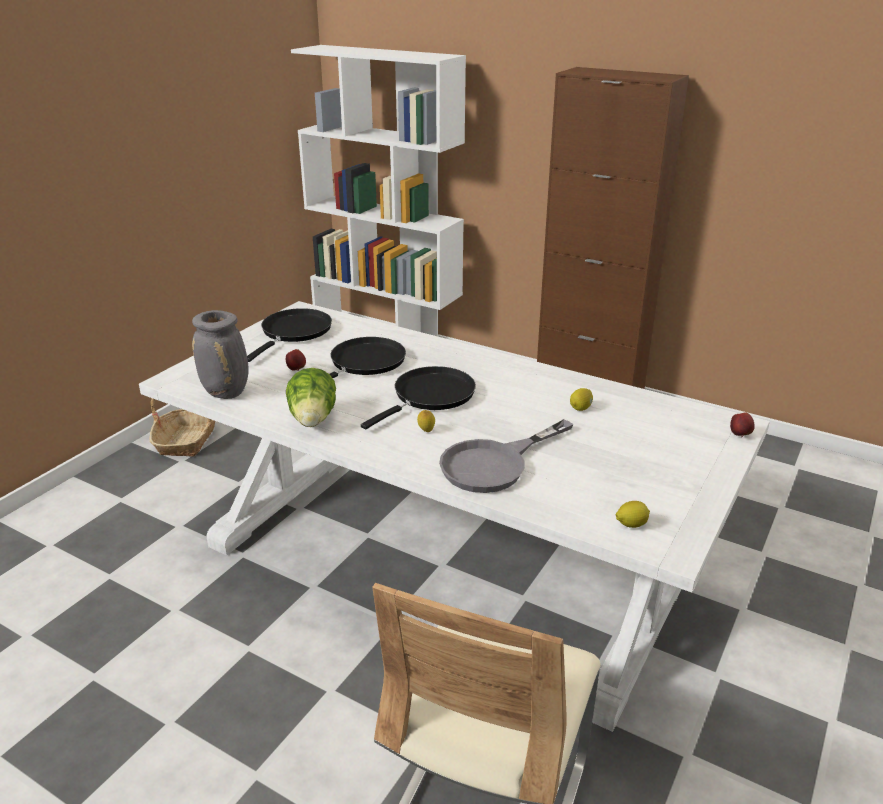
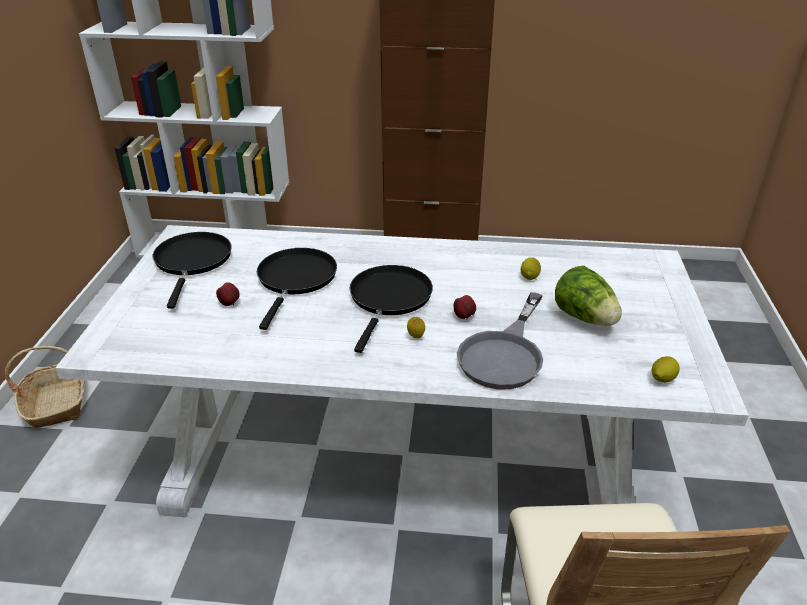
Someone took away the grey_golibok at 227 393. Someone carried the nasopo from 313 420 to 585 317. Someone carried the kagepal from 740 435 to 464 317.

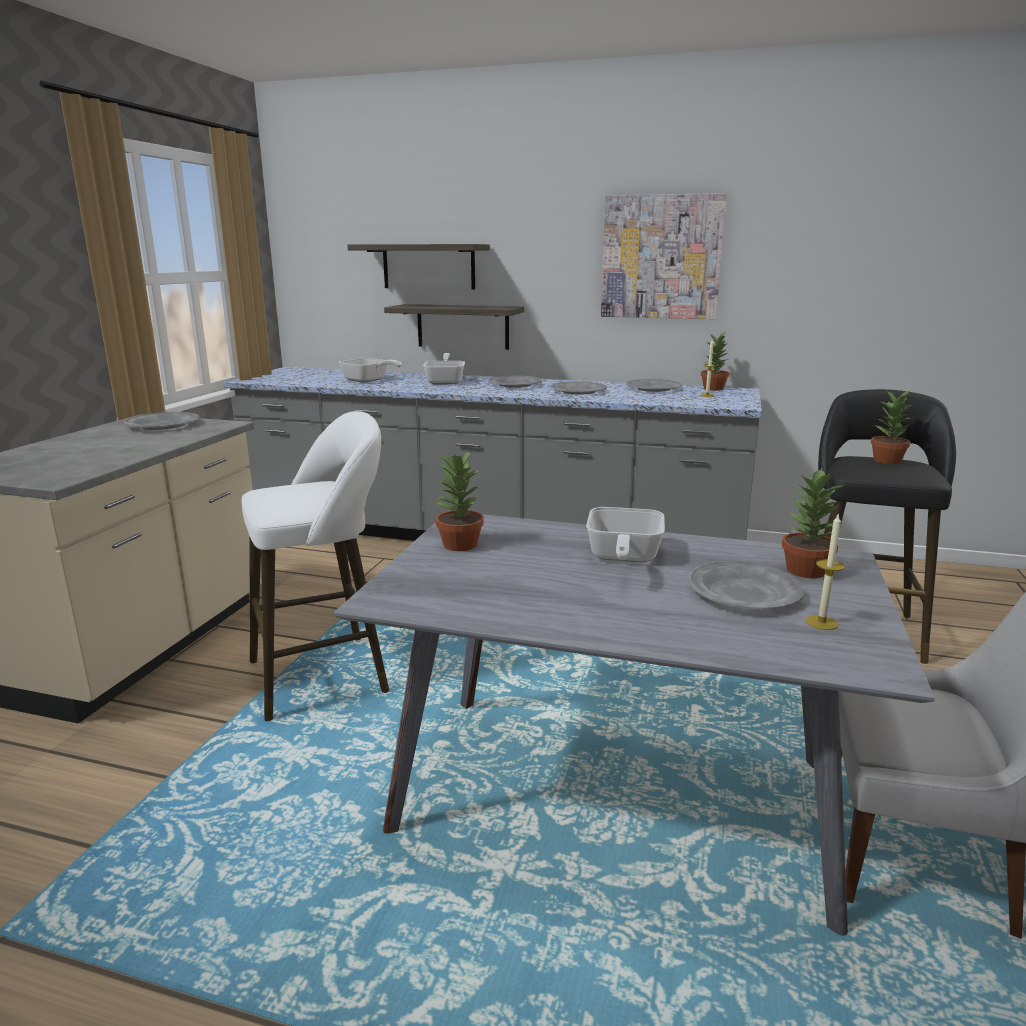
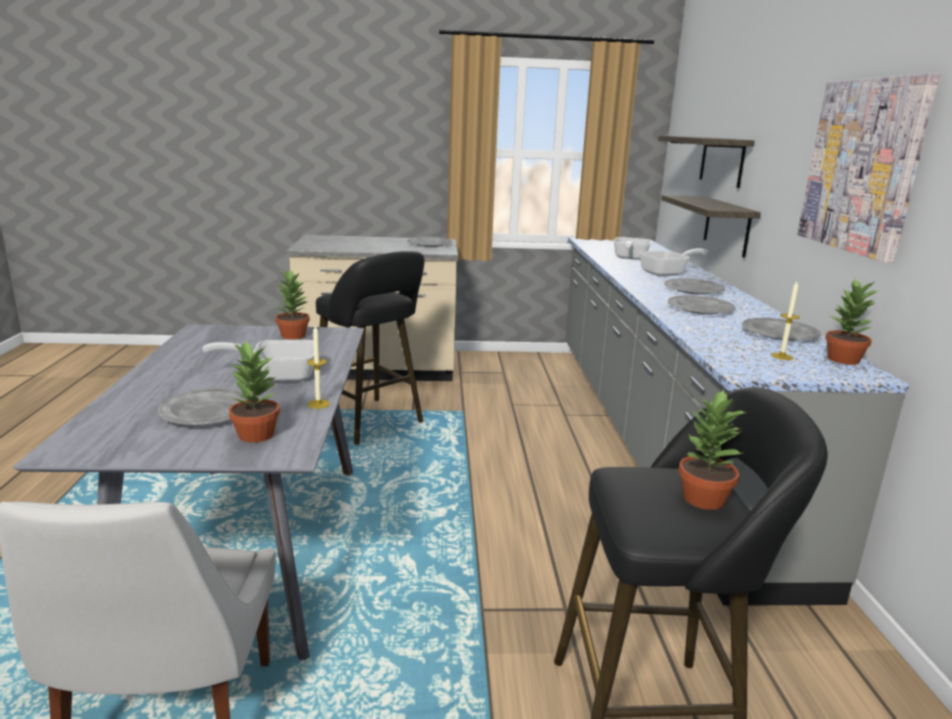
Someone repainted the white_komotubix at 327 674, which became the black_komotubix at 371 423. Someone carried the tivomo from 821 622 to 318 404.

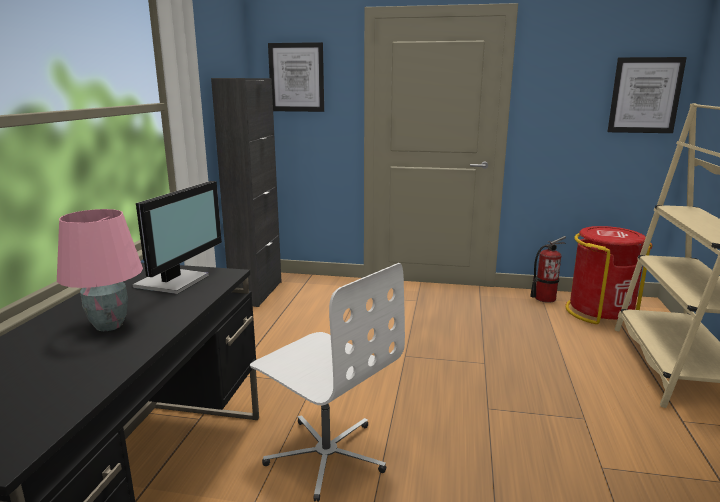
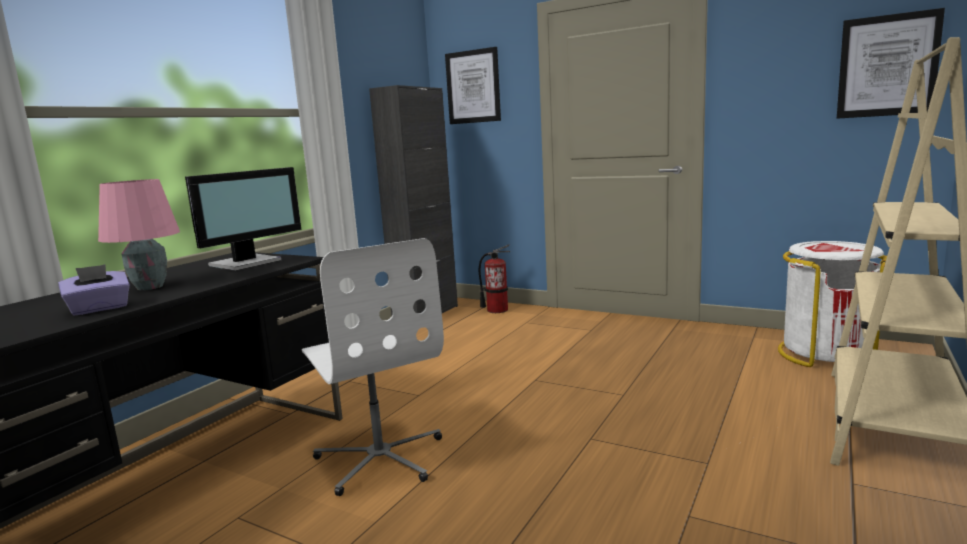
Someone carried the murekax from 544 298 to 497 310. Someone repainted the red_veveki at 599 311, which became the white_veveki at 826 354. Someone put down the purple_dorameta at 99 309.

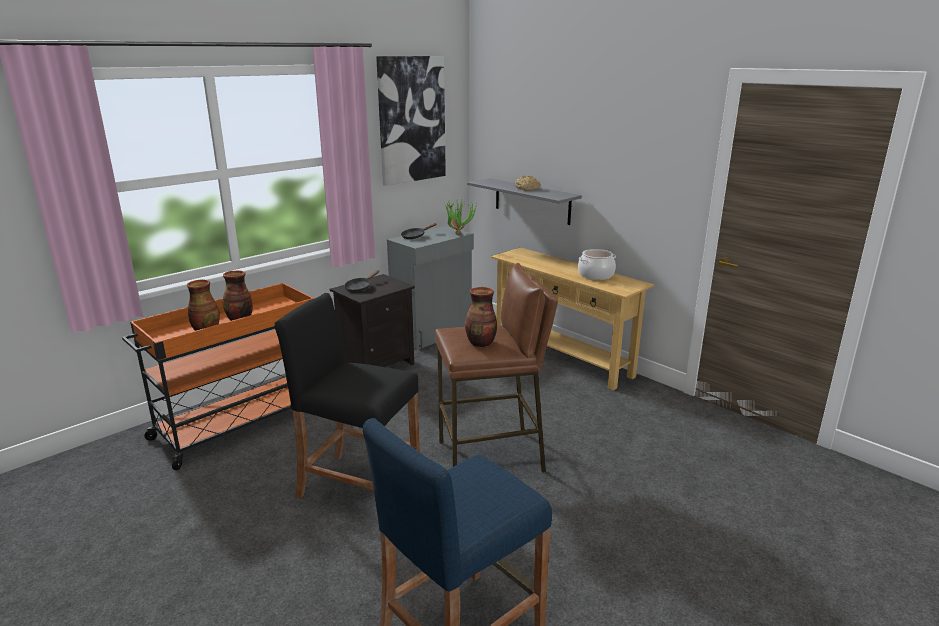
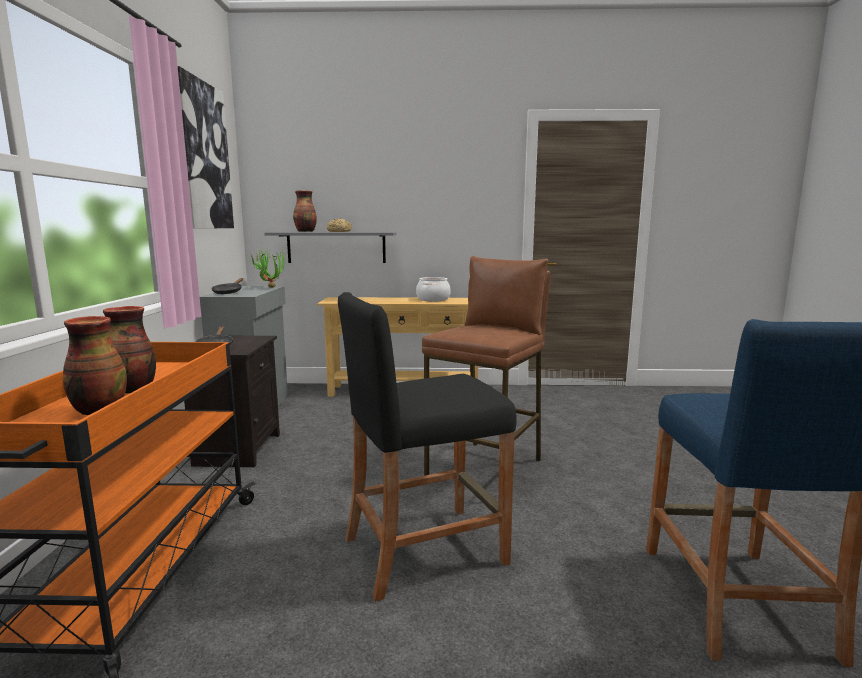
Someone carried the golibok from 481 343 to 306 231.

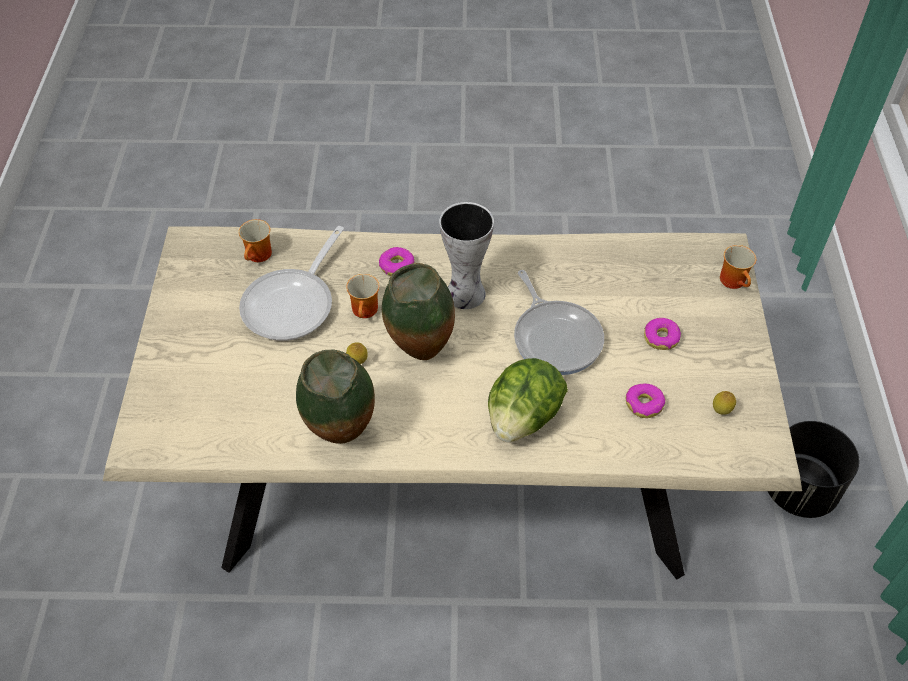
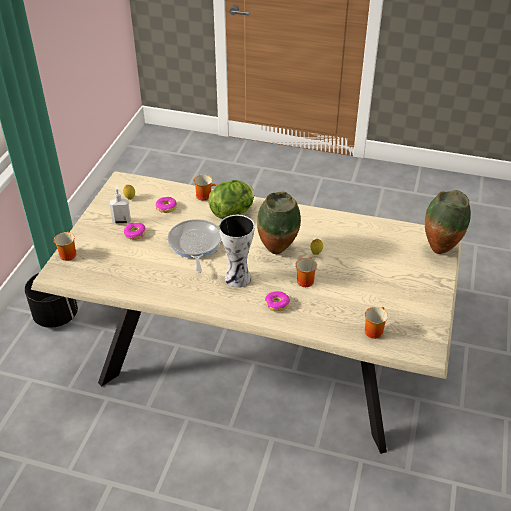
Someone took away the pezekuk at 293 304. Someone carried the golibok from 343 437 to 439 249. Someone put down the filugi at 122 221. Someone put down the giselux at 206 195.

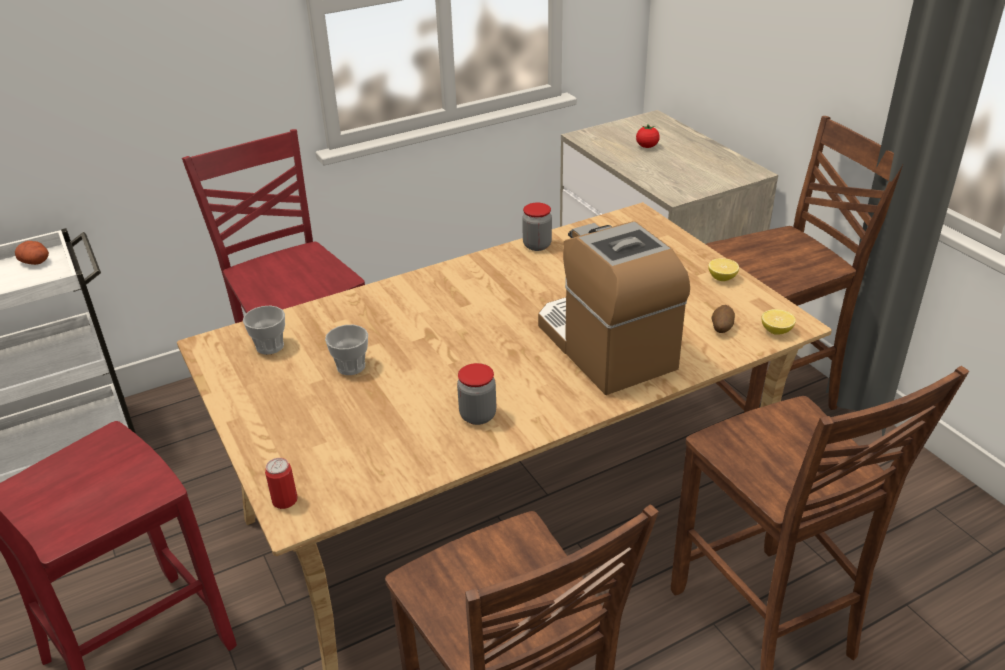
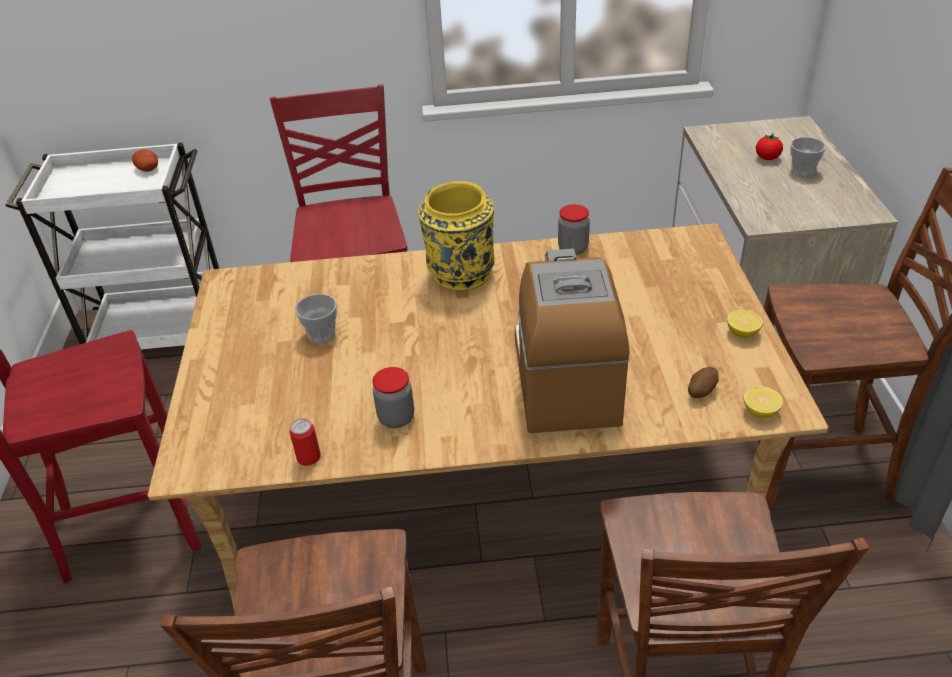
Someone carried the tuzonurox from 270 346 to 802 171. Someone carried the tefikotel from 285 500 to 308 457. Someone put down the yellow_golibok at 461 275.

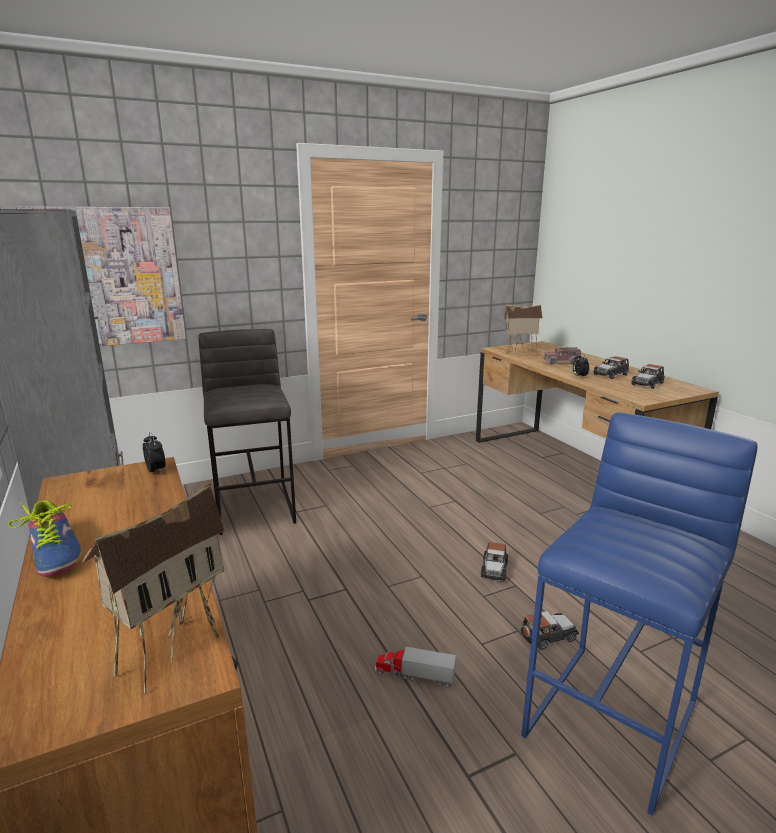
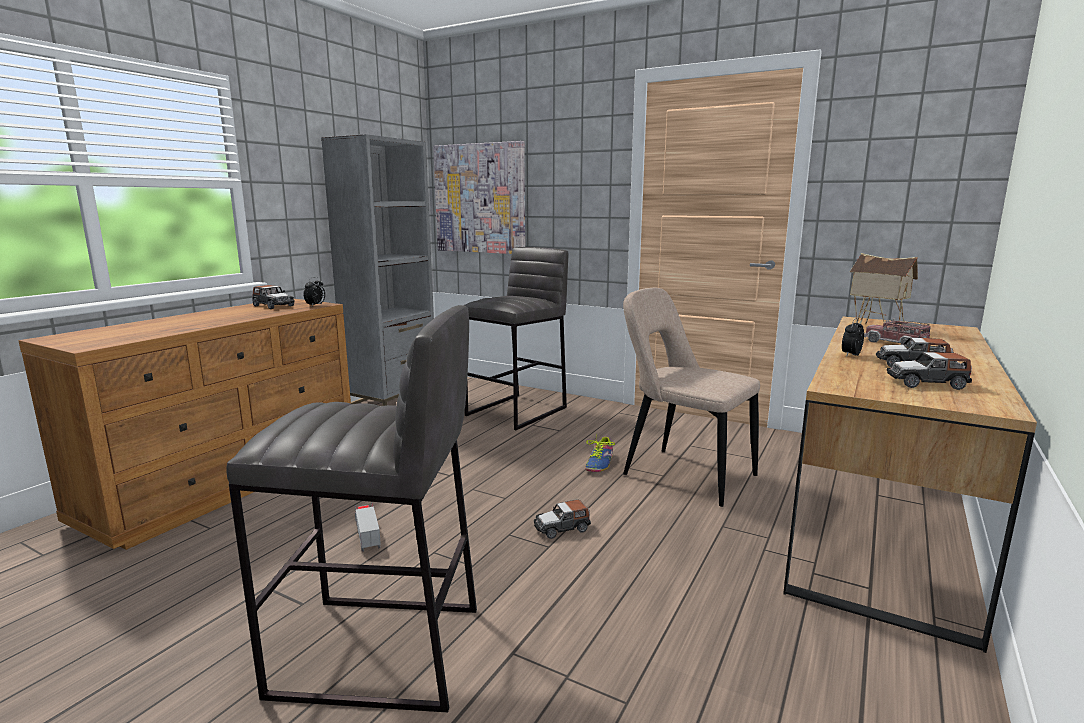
Someone carried the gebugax from 55 551 to 600 463. Someone took away the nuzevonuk at 171 646. Someone repainted the blue_komotubix at 613 719, which became the grey_komotubix at 380 652. Someone carried the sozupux from 548 636 to 273 306. Someone put down the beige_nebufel at 683 474.

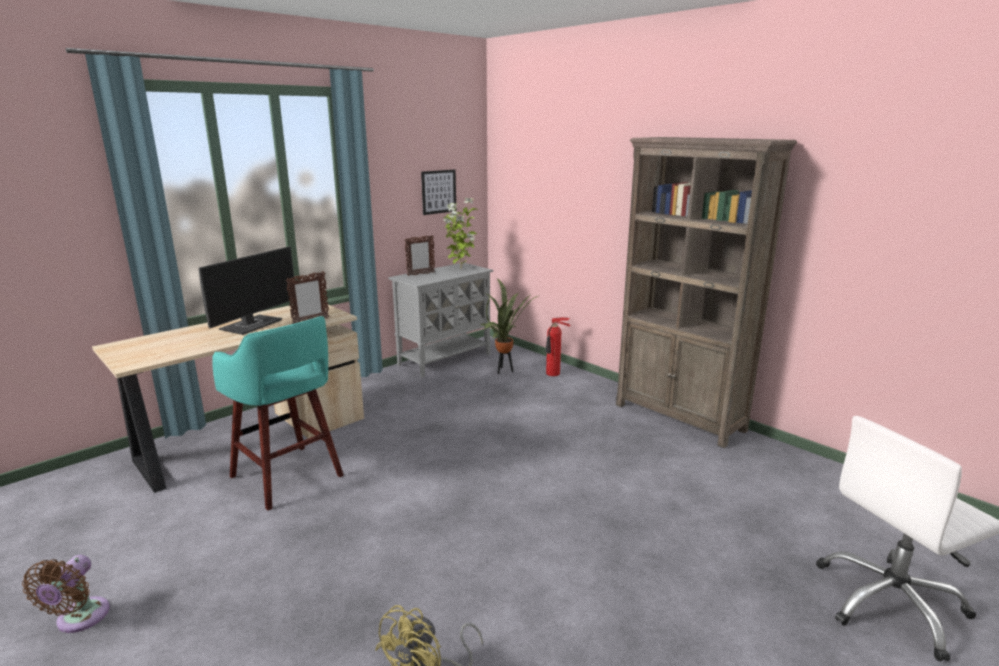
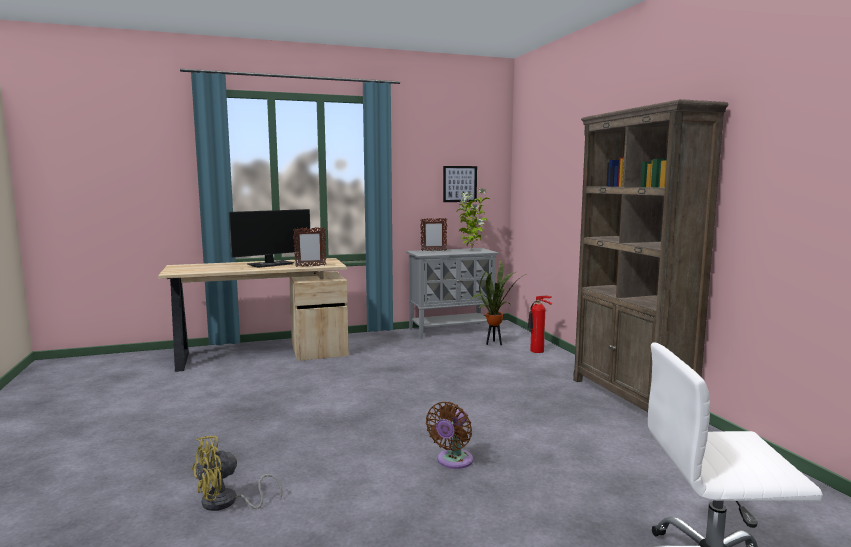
Someone carried the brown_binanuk from 79 619 to 453 461. Someone took away the turquoise_komotubix at 288 478.

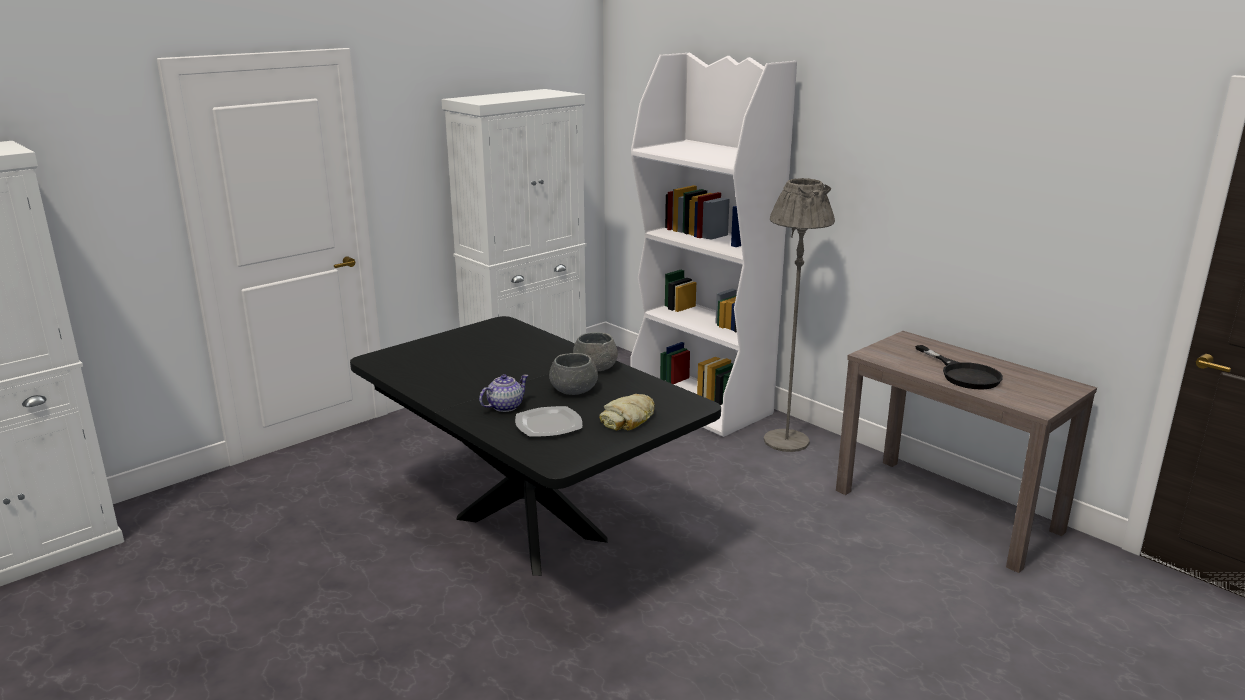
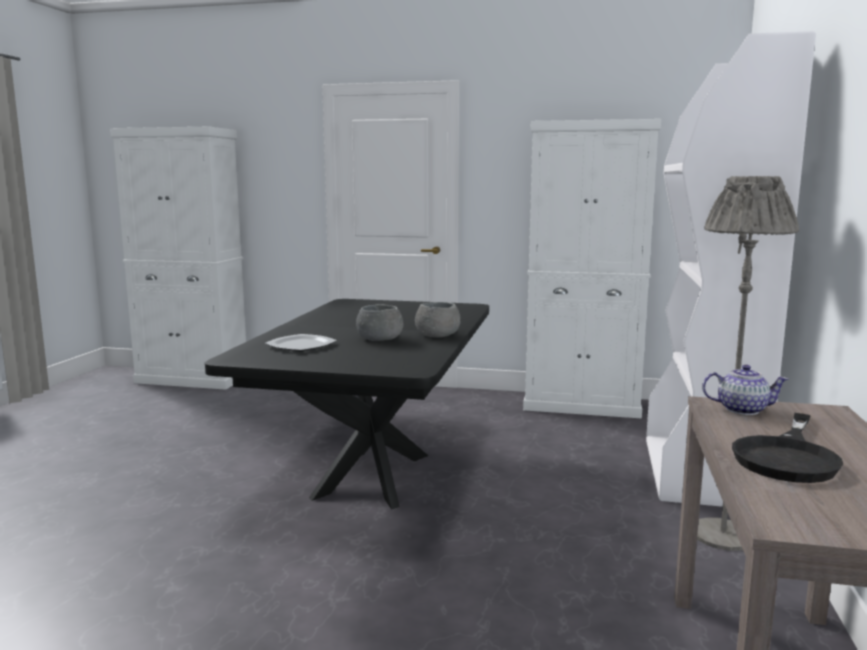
Someone carried the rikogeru from 504 406 to 741 409. Someone took away the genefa at 629 419.

